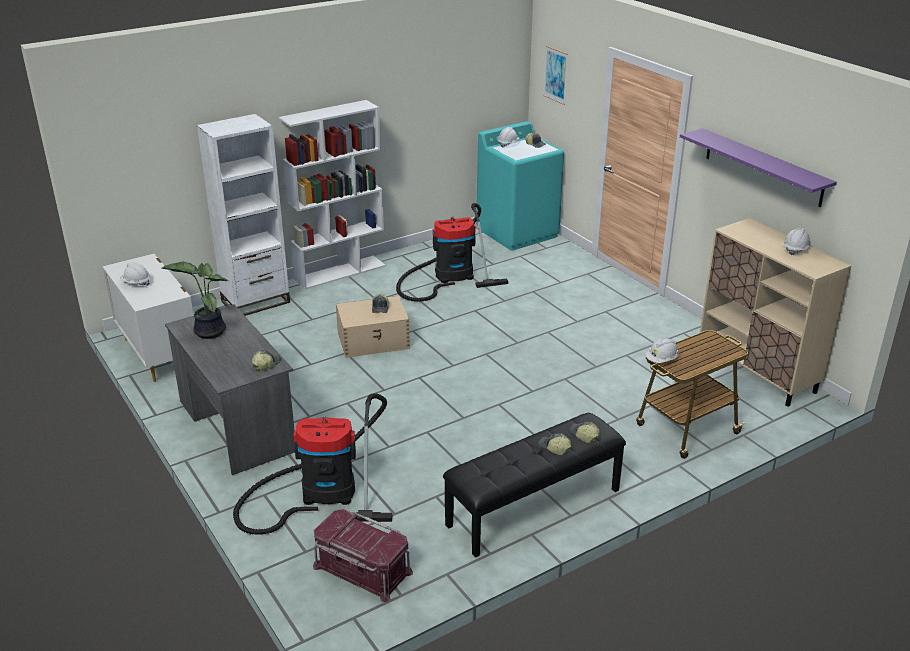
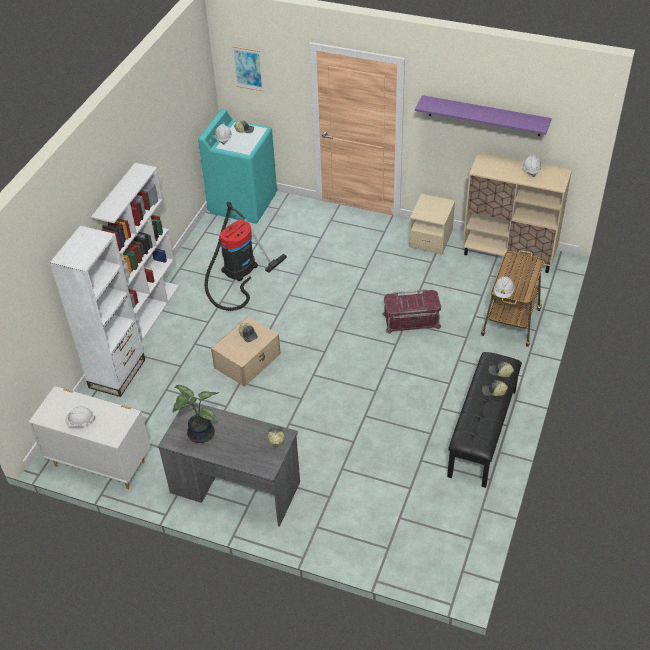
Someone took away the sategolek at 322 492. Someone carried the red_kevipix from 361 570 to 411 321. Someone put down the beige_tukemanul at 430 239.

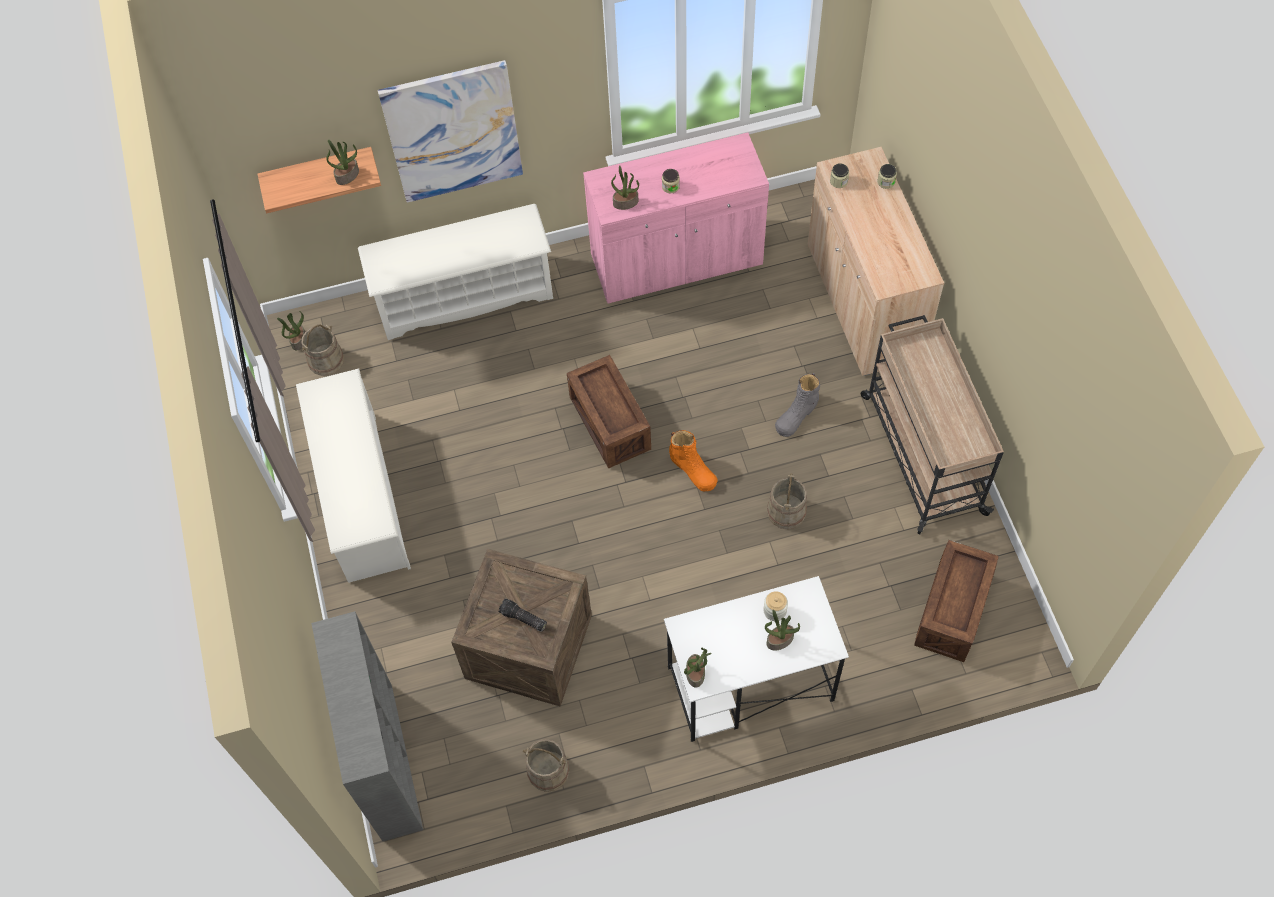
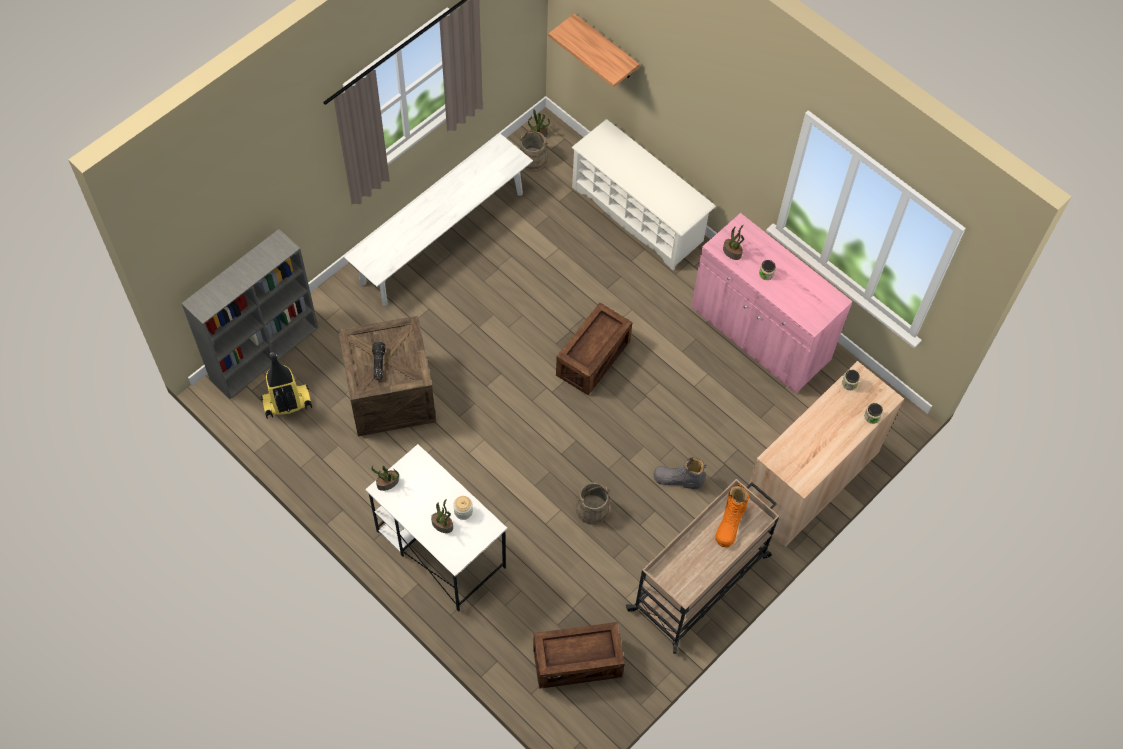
Someone swapped the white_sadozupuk at 361 497 for the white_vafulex at 442 237. Someone took away the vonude at 347 175. Someone took away the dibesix at 453 132. Someone took away the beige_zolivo at 548 771. Someone carried the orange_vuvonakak from 693 469 to 730 523. Someone put down the sategolek at 286 404.

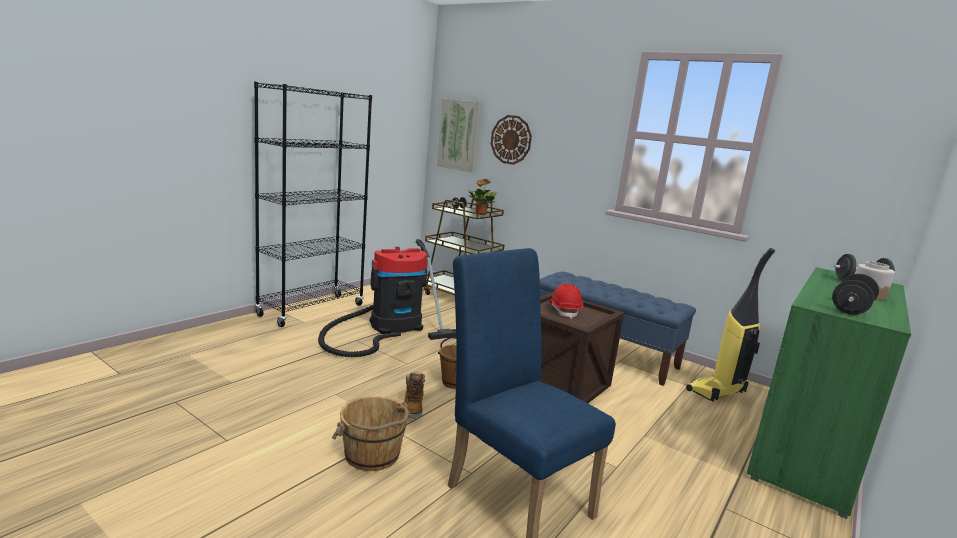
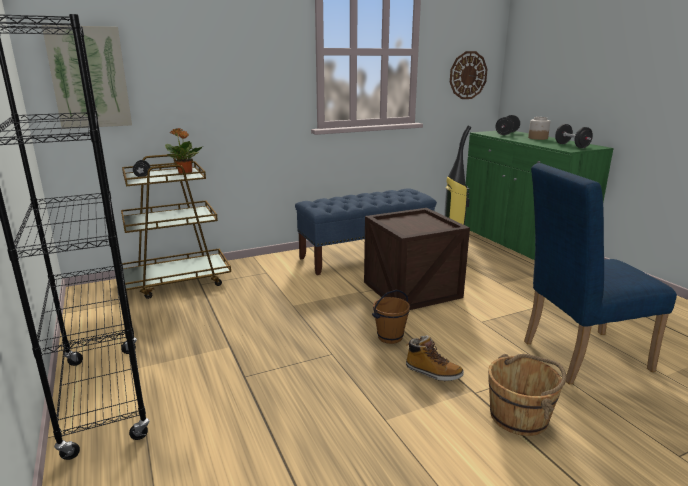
Someone took away the sategolek at 390 327. Someone carried the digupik from 511 140 to 468 75. Someone took away the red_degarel at 564 310.

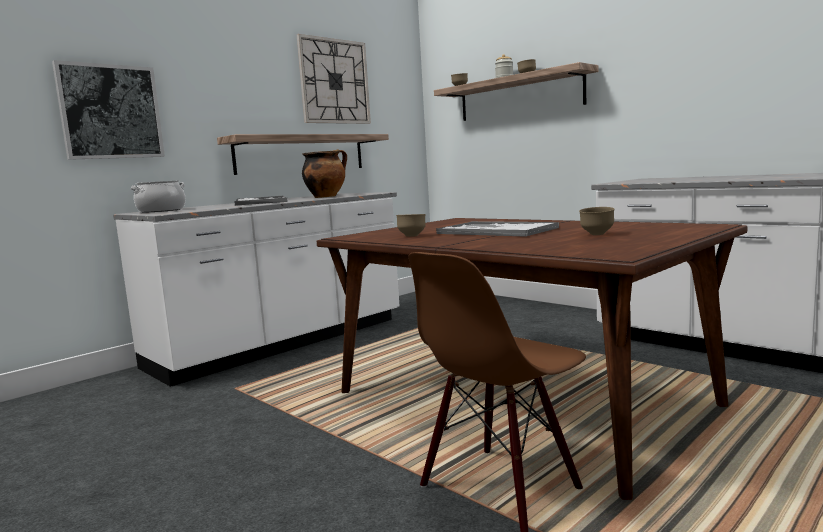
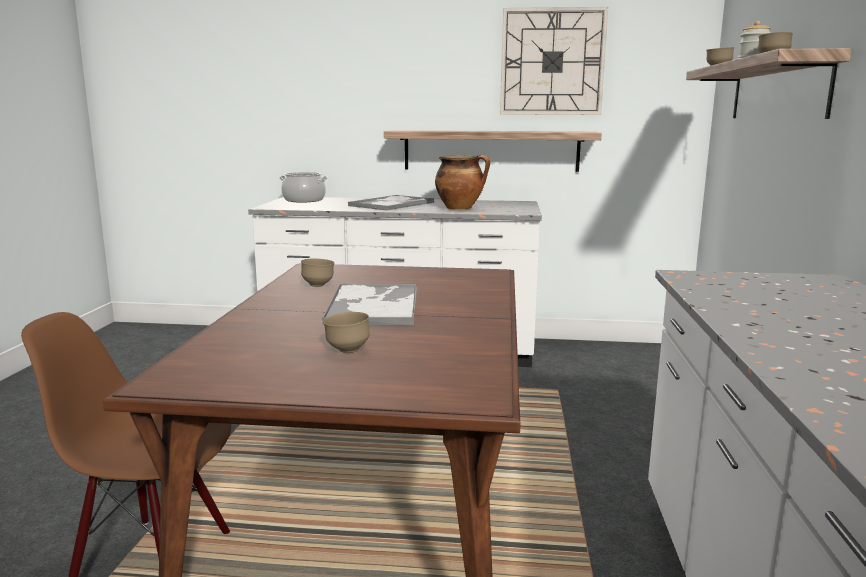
Someone took away the dibesix at 110 112.

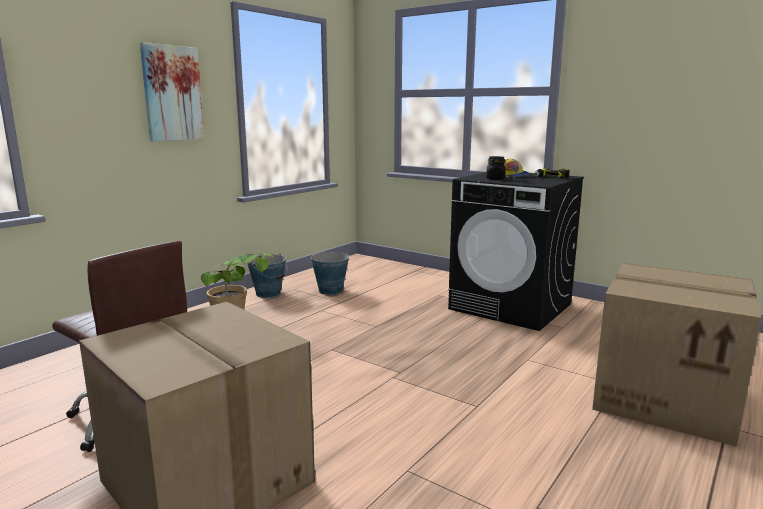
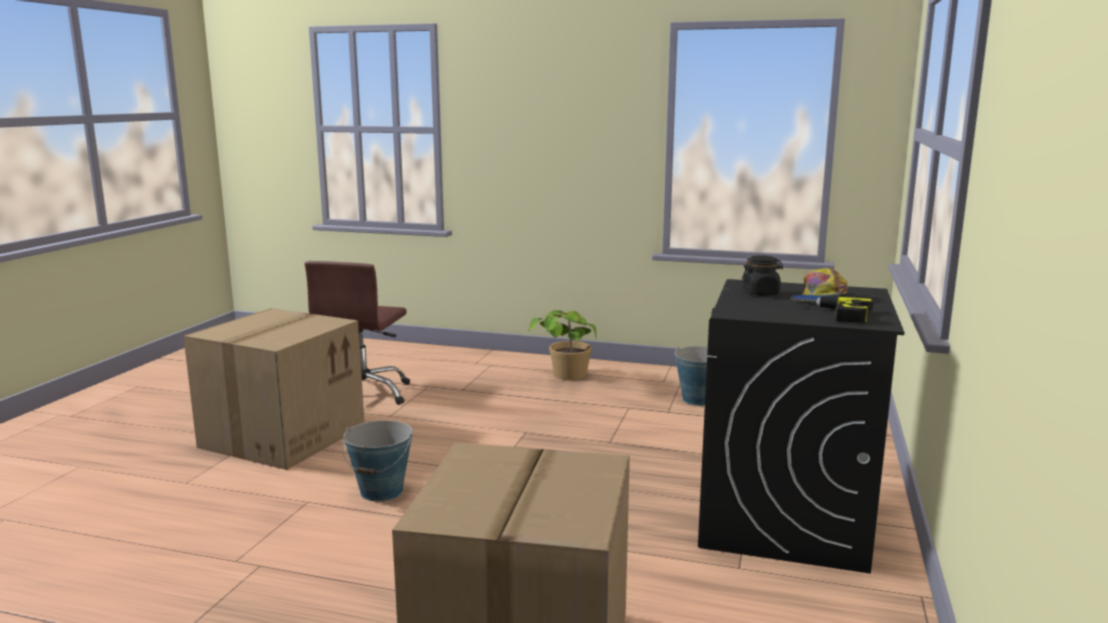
Someone took away the dibesix at 172 93. Someone carried the zolivo from 268 293 to 382 491.

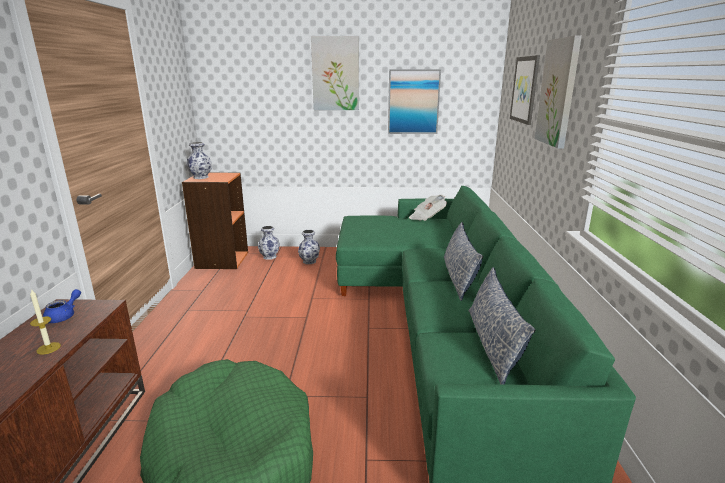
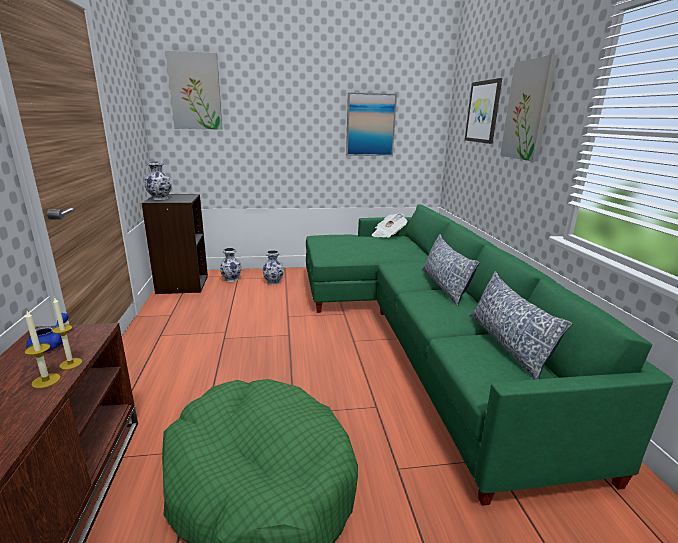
Someone repainted the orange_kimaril at 221 260, which became the black_kimaril at 182 284. Someone carried the dibesix from 335 74 to 195 91. Someone put down the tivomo at 70 364.

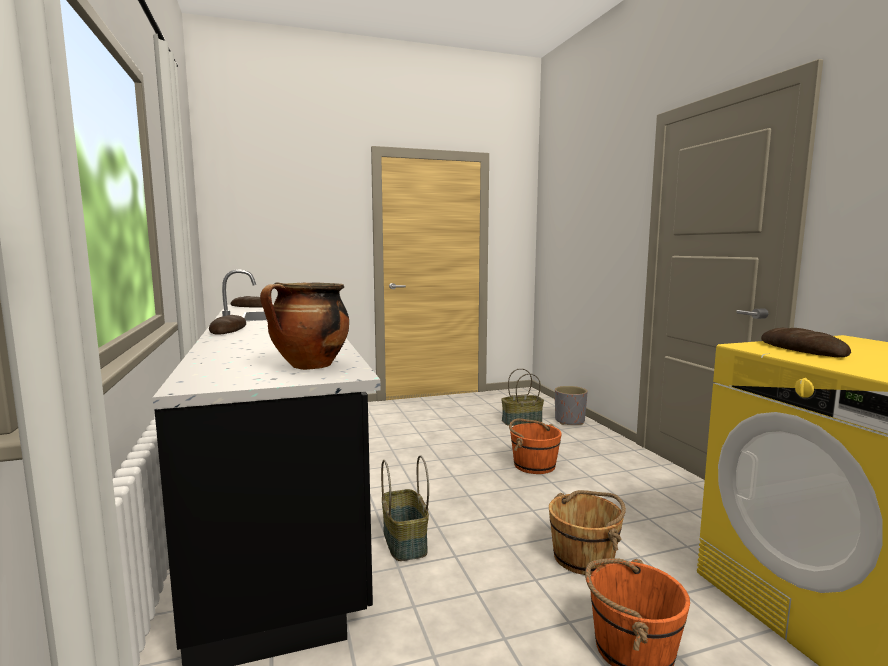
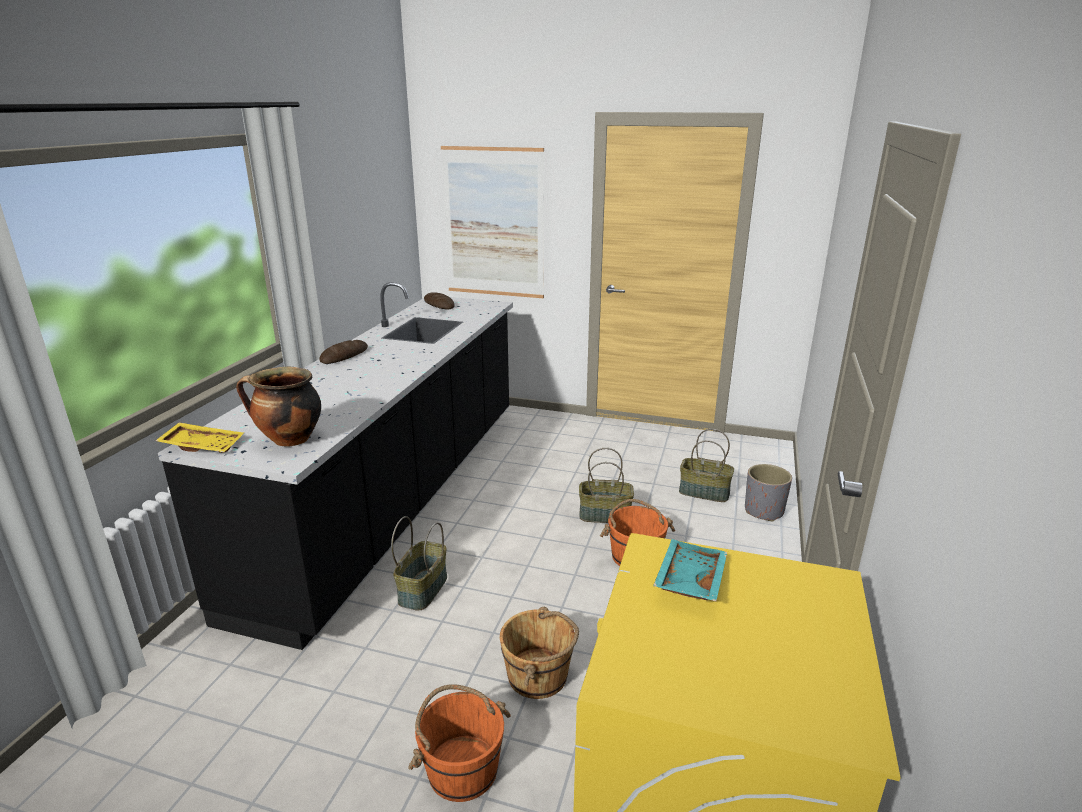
Someone swapped the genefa at 802 349 for the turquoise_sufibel at 688 580. Someone put down the yellow_sufibel at 203 445. Someone put up the dibesix at 494 223. Someone put down the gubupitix at 605 515.

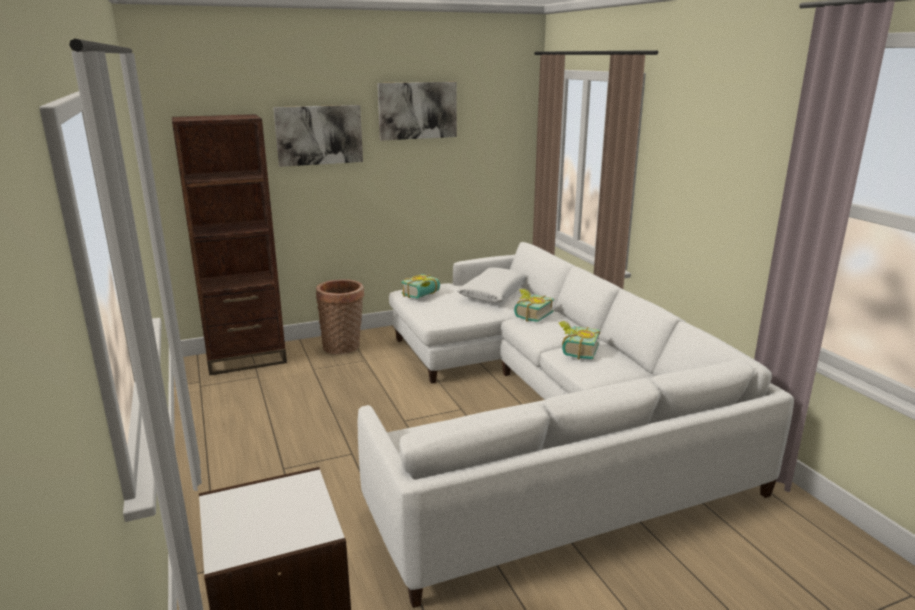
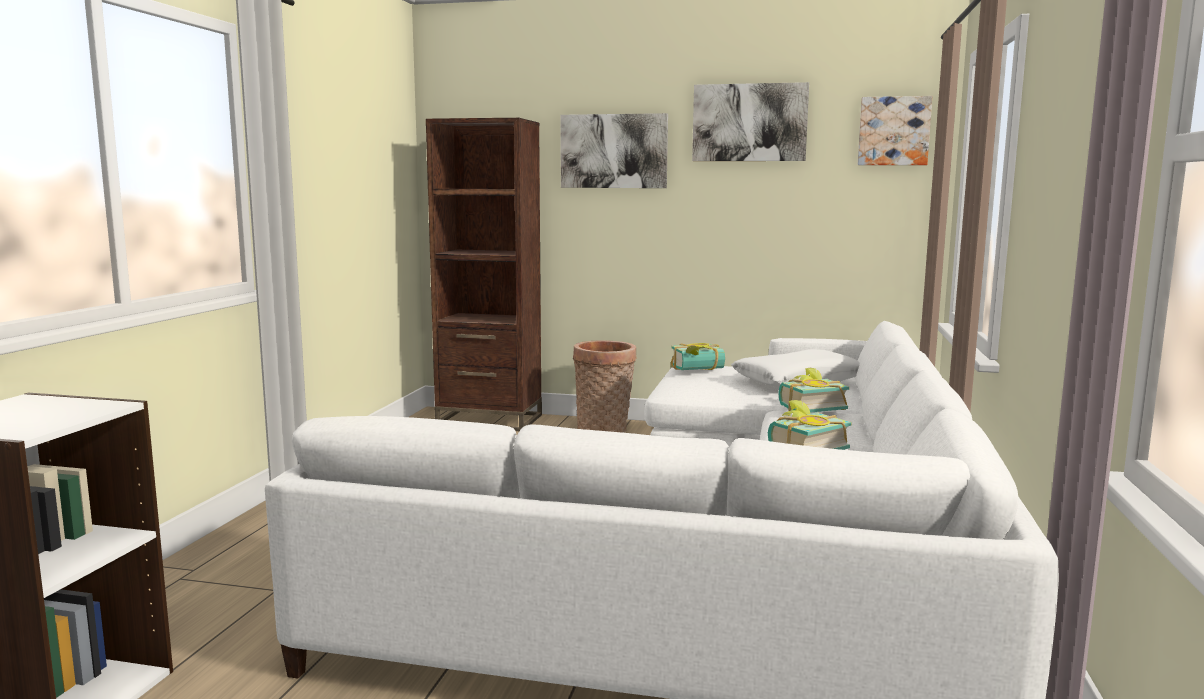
Someone put up the dibesix at 893 131.

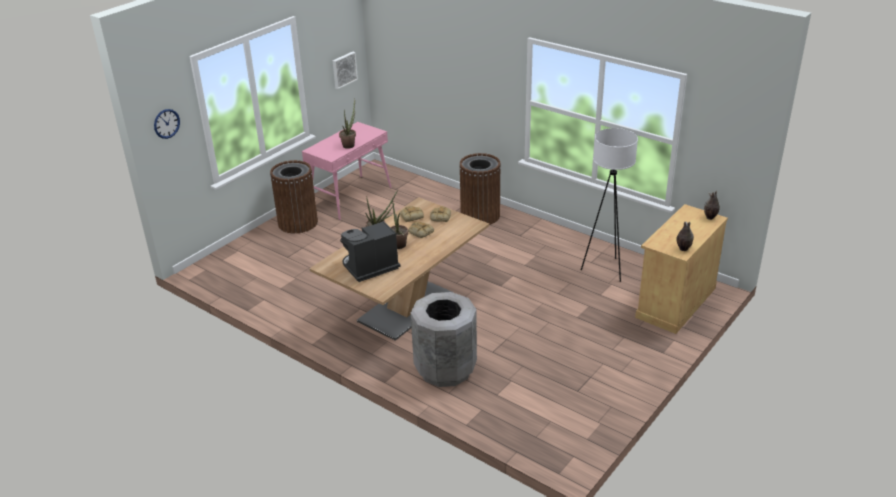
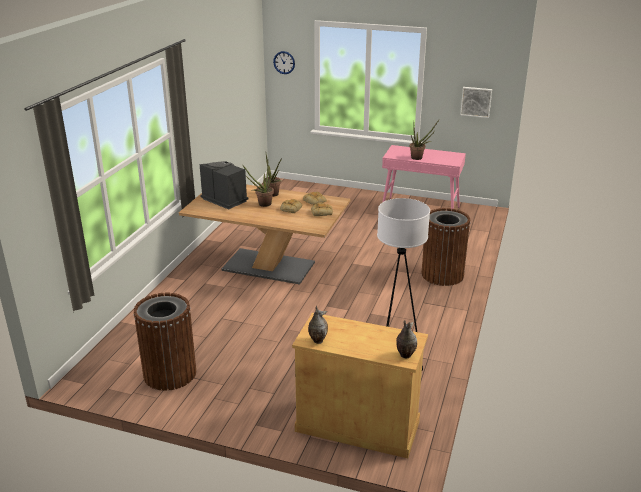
Someone carried the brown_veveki from 297 223 to 170 373. Someone took away the grey_veveki at 445 369.

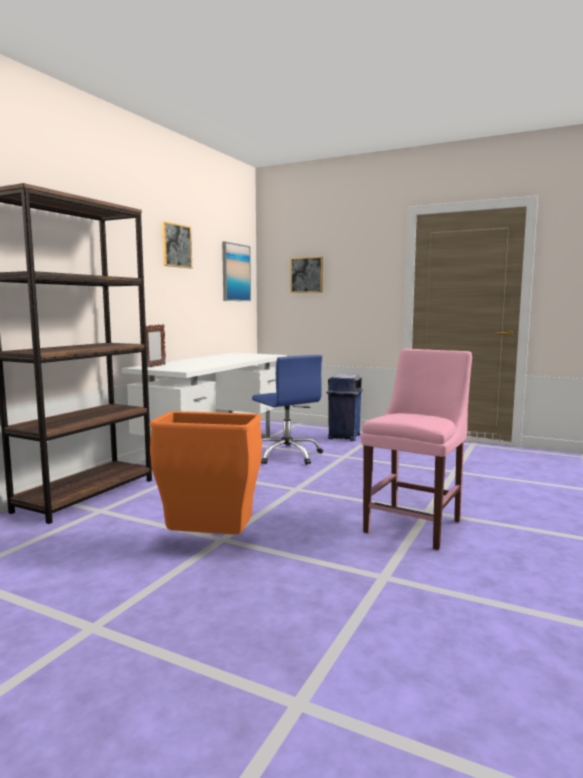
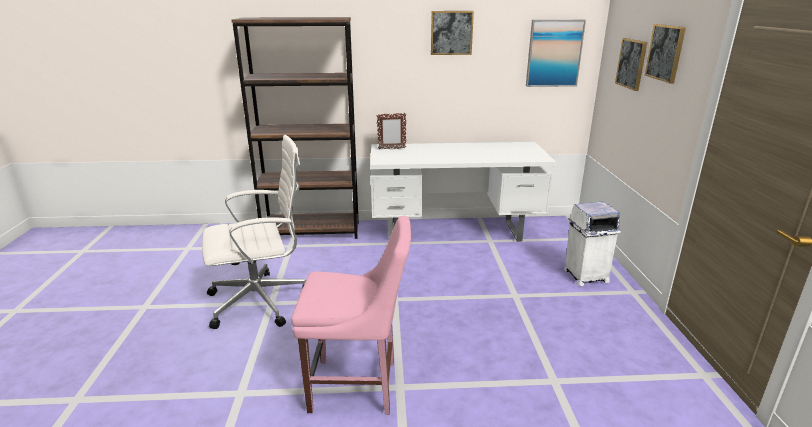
Someone swapped the orange_veveki at 210 543 for the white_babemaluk at 262 301. Someone took away the blue_babemaluk at 287 455. Someone repainted the blue_veveki at 344 437, which became the white_veveki at 585 276. Someone put up the dibesix at 665 52.

